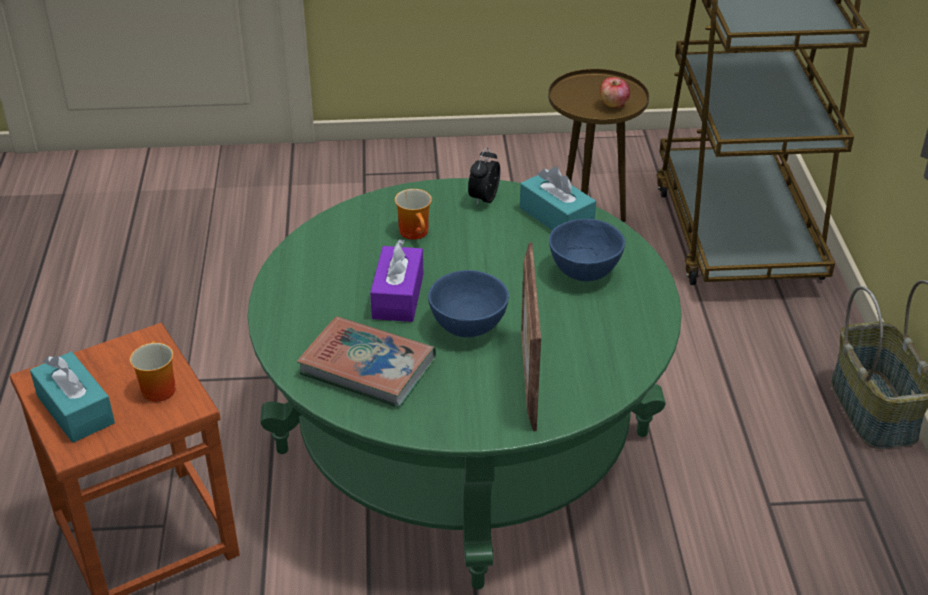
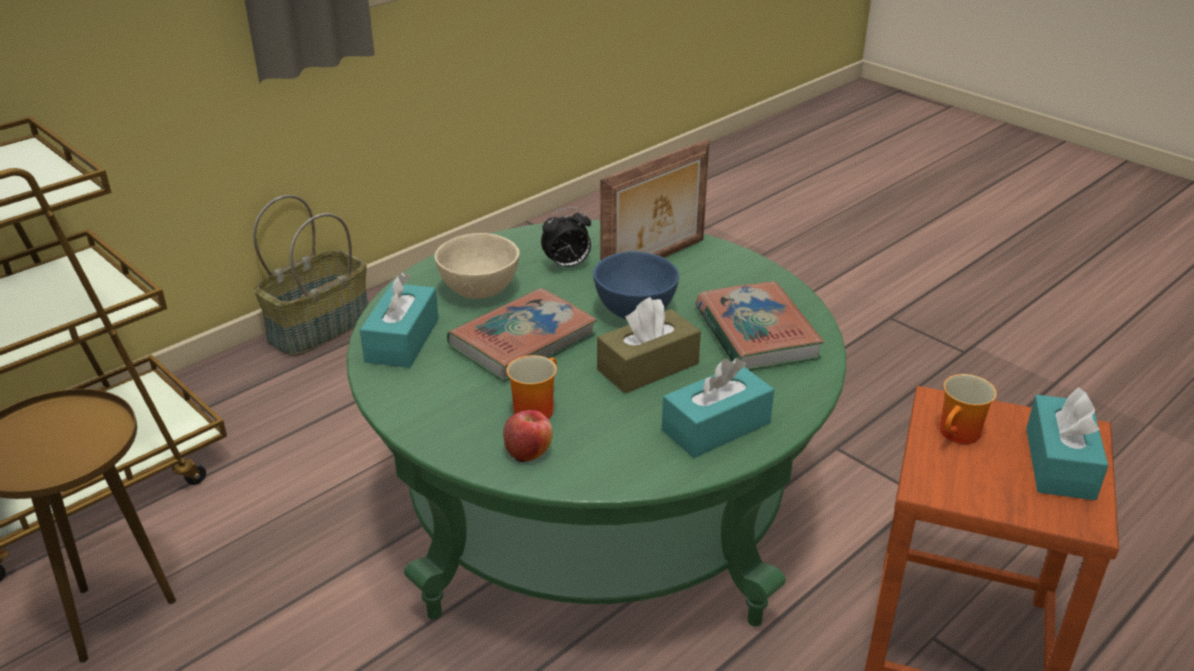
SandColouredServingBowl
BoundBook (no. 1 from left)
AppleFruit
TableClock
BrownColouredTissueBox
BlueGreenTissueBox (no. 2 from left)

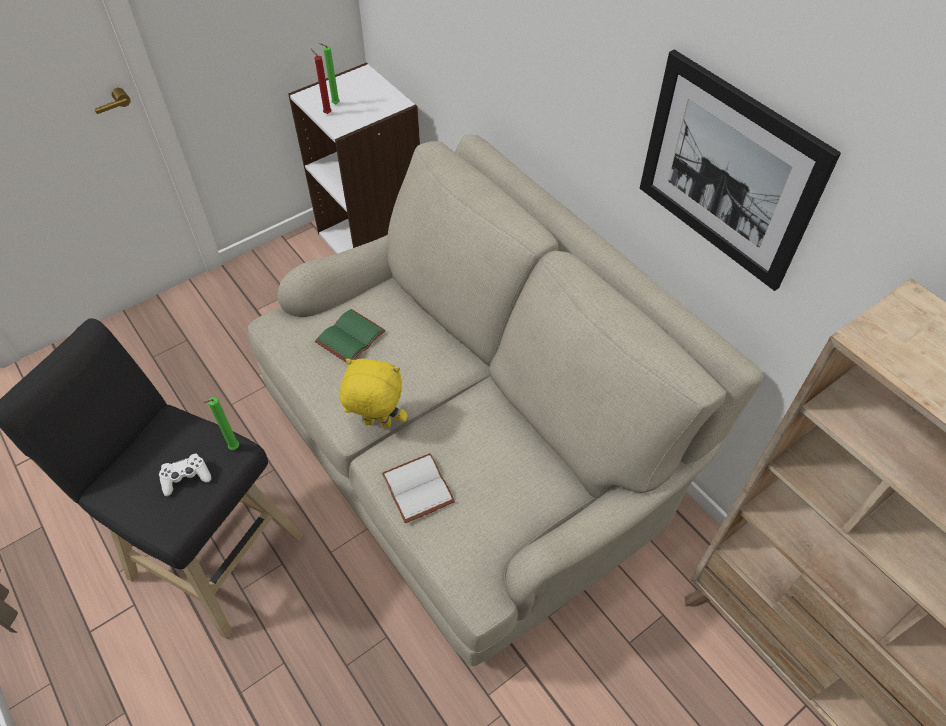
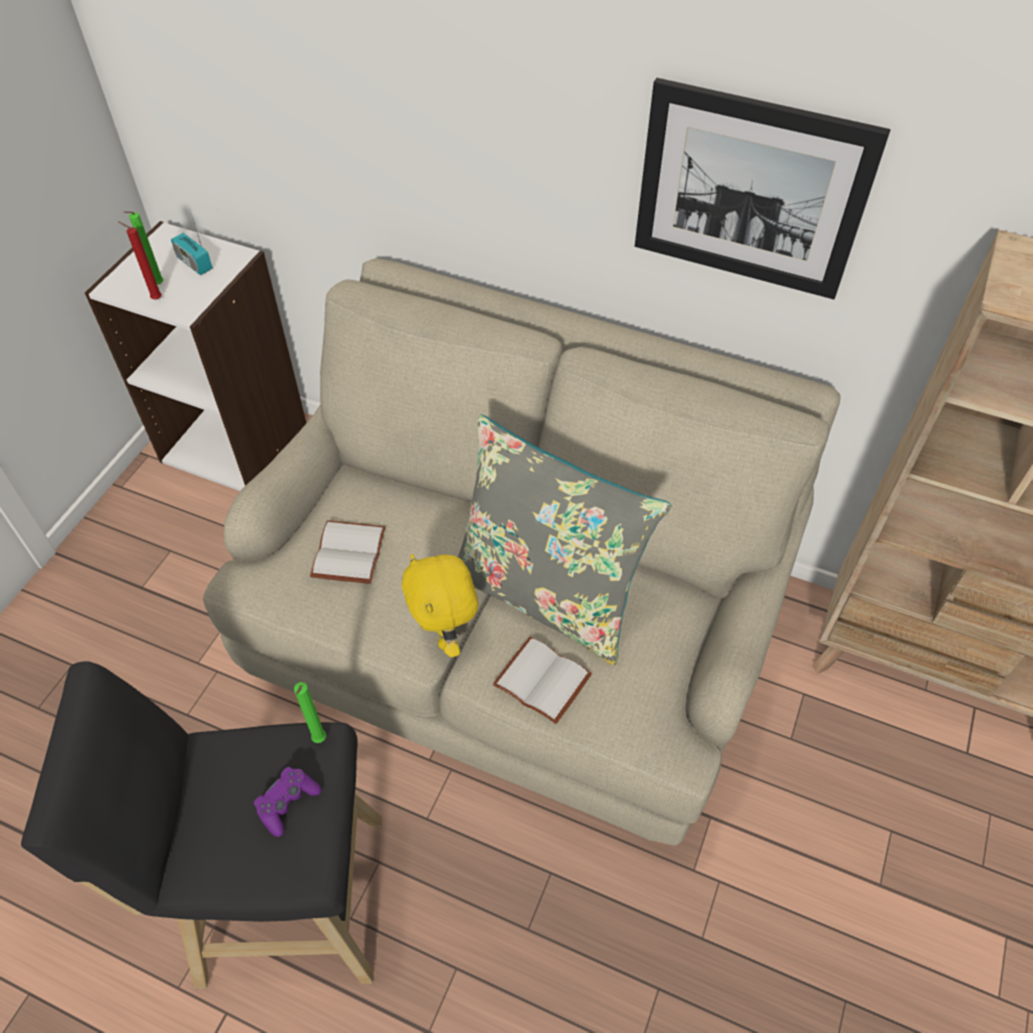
Radio
PurpleColouredGameController
WhitishBoundBook (no. 1 from left)
YellowColouredPlushToy
GreyishCushion

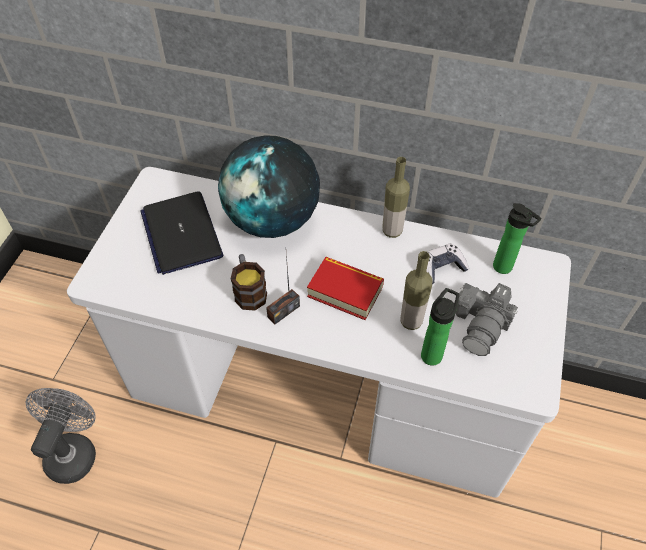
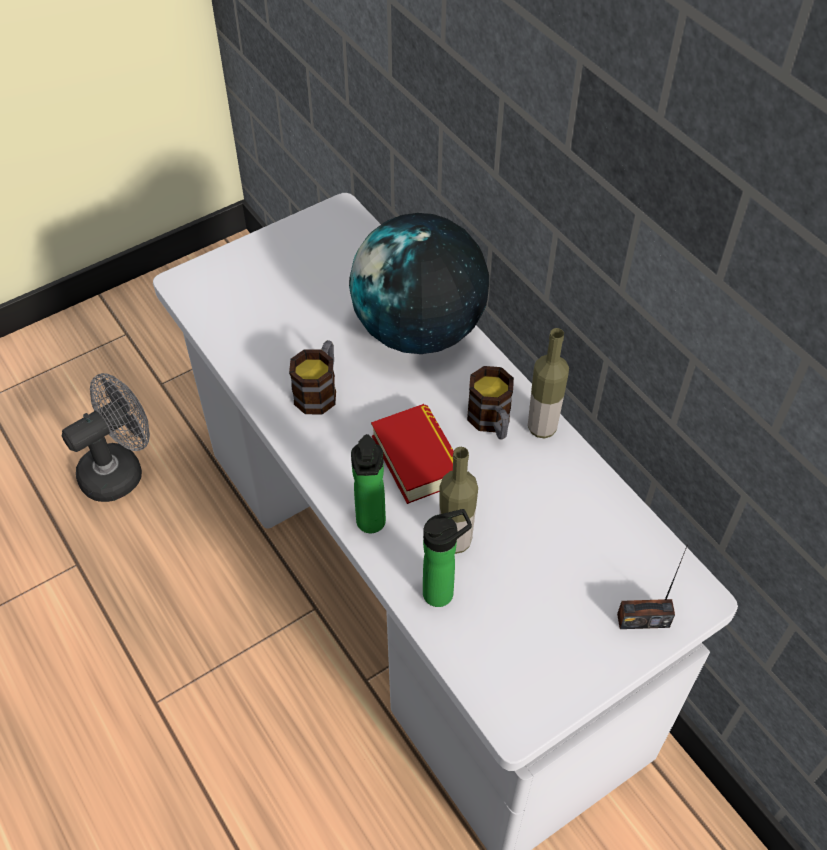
BeverageBottle (no. 1 from left)
TeaMug (no. 2 from left)
Radio
Laptop
GameController
PhotoCamera

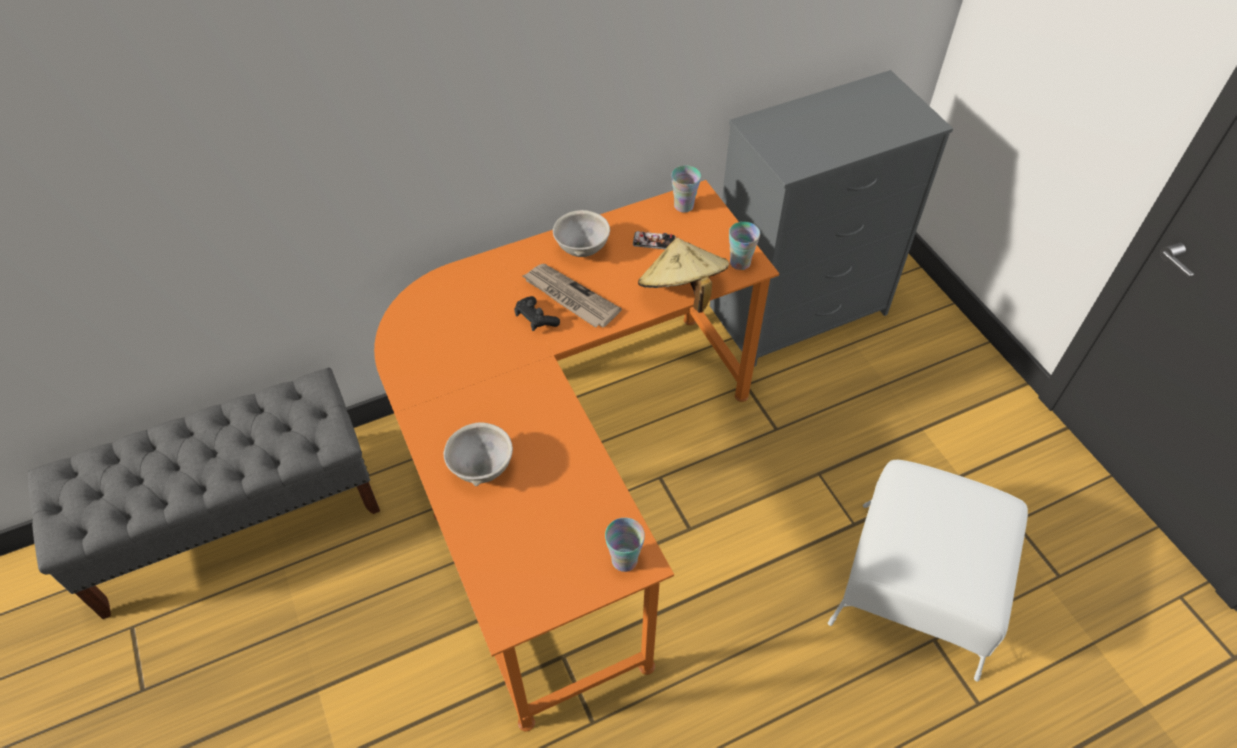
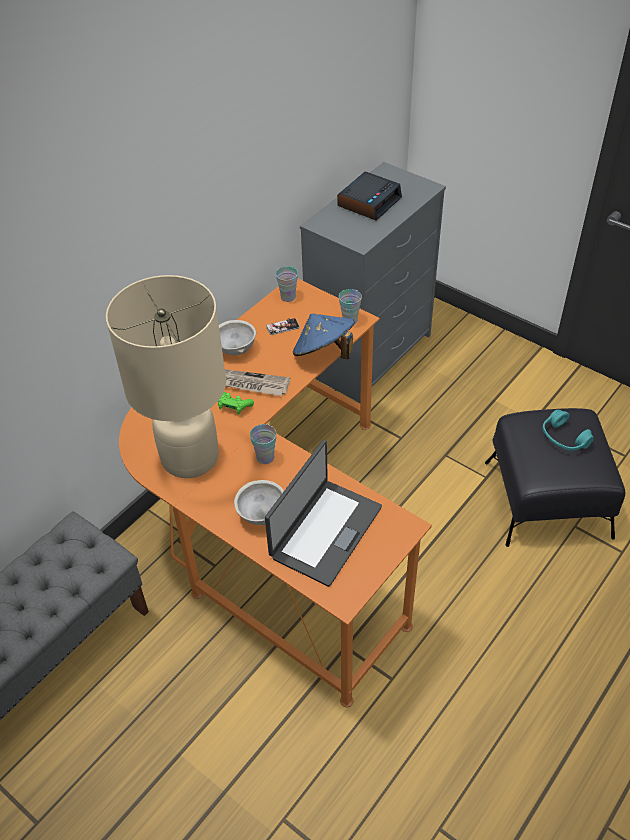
SandColouredTableLamp
GreenishGameController
Cup (no. 1 from left)
Laptop
BlueHat
TableClock
BlackPouffe
BlueGreenHeadset

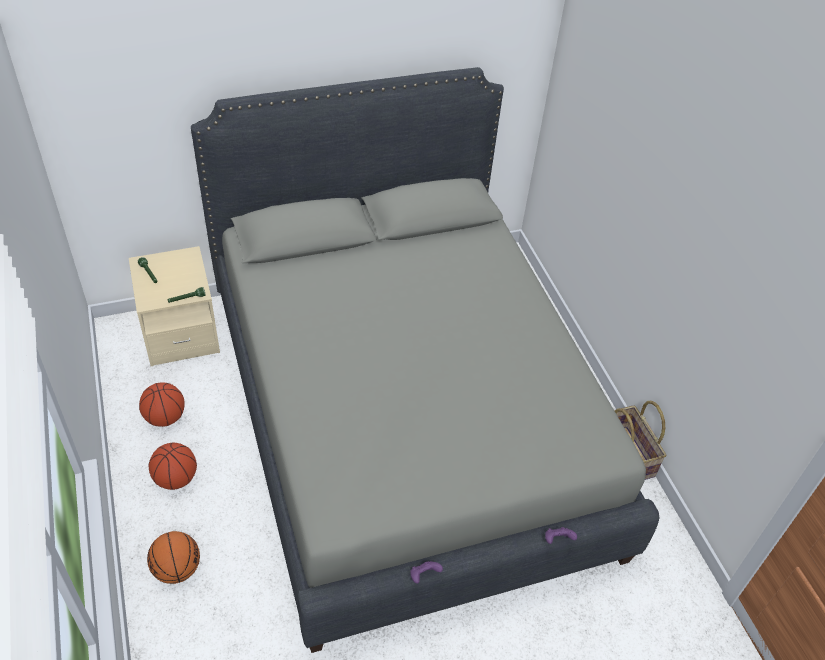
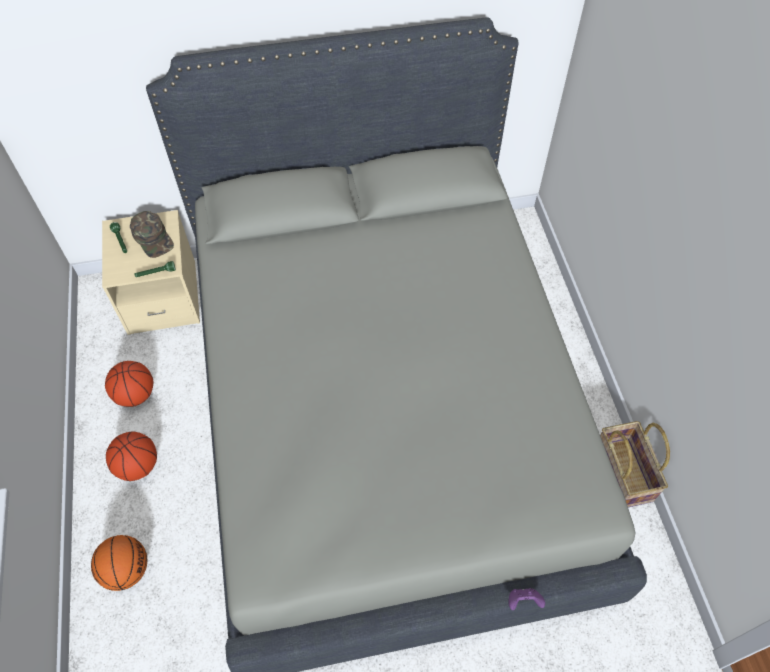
GreenishBaseballCap
PurpleColouredGameController (no. 1 from left in the first image)

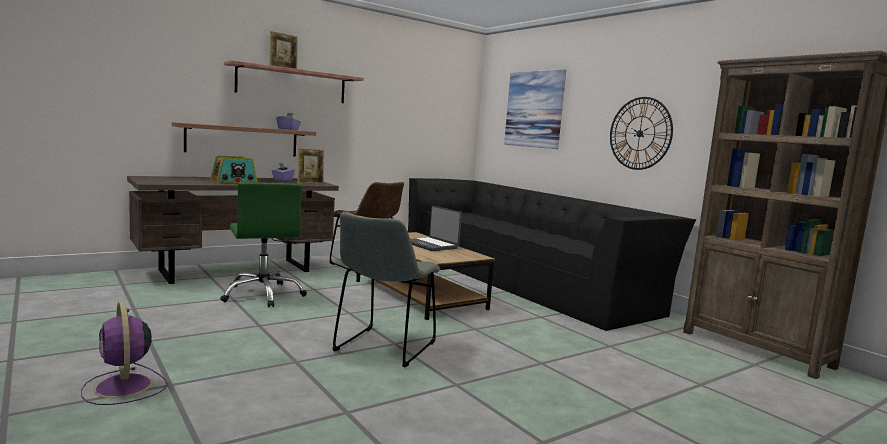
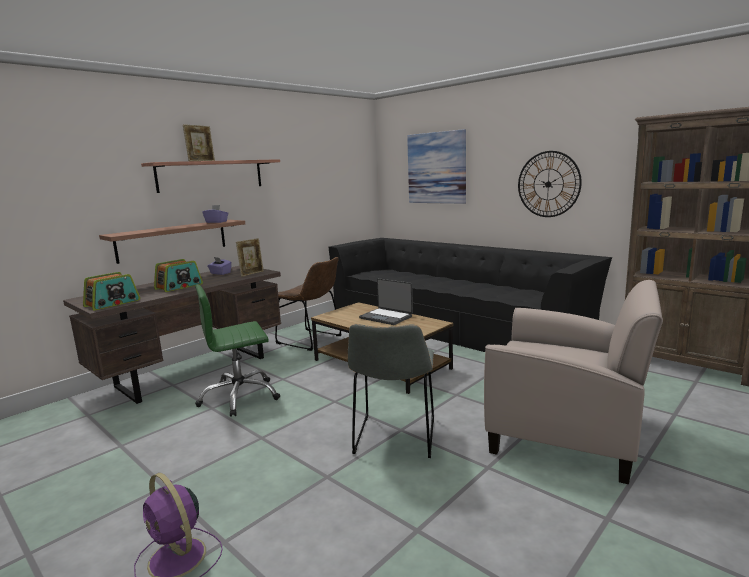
Radio (no. 1 from left)
GreenishComputerChair
SandColouredLoungeChair

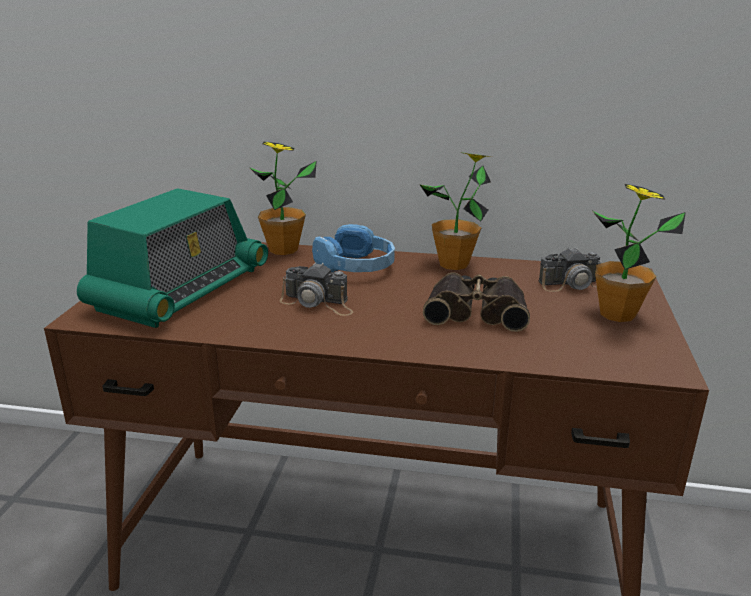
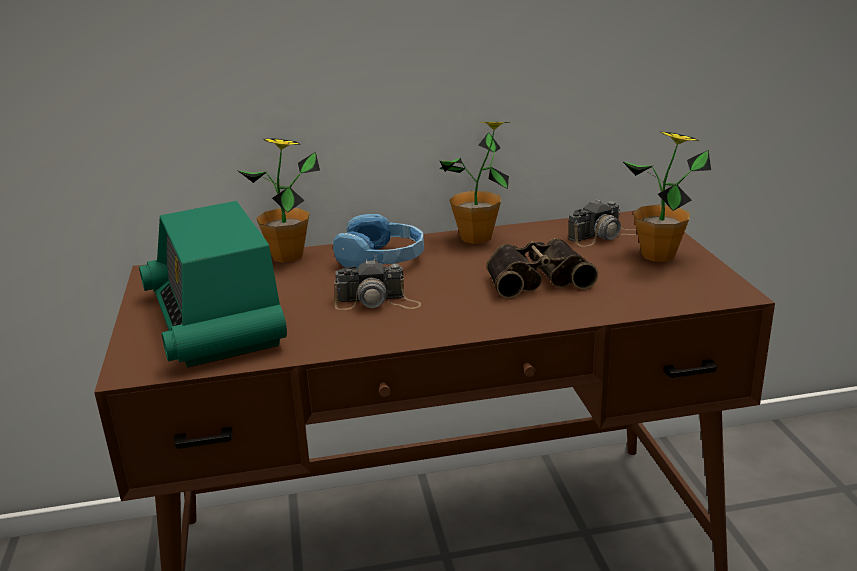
Radio

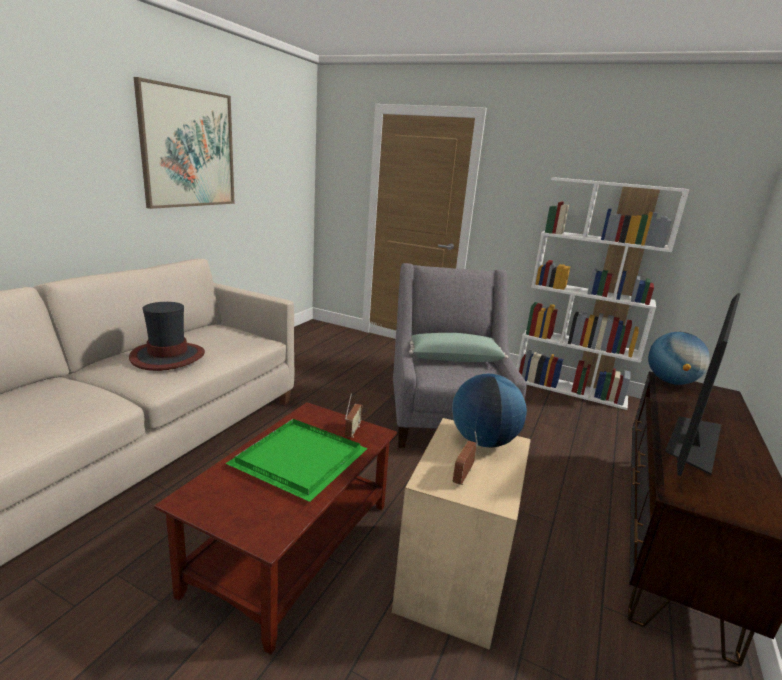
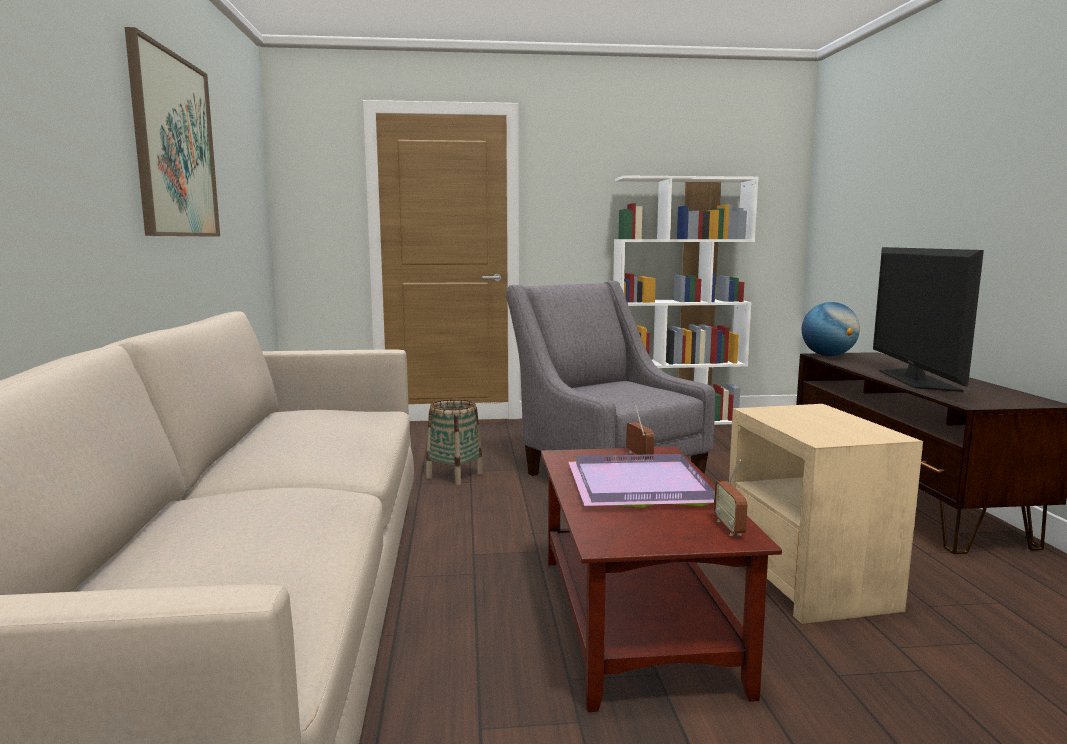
HouseholdBasket
PurpleColouredCarryingTray
Radio (no. 2 from left)
Hat
GreenishCushion
Globe (no. 1 from left in the first image)

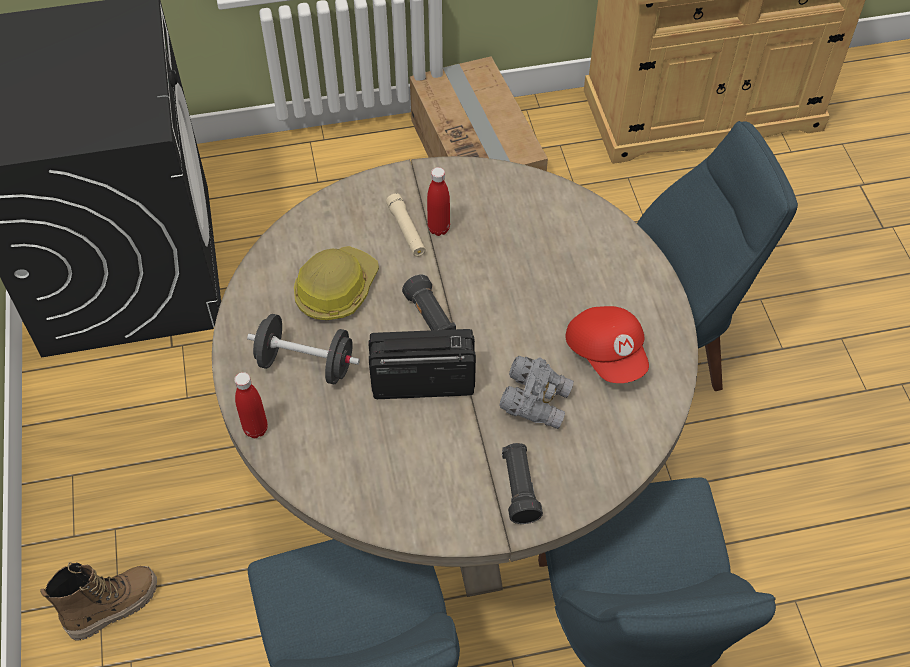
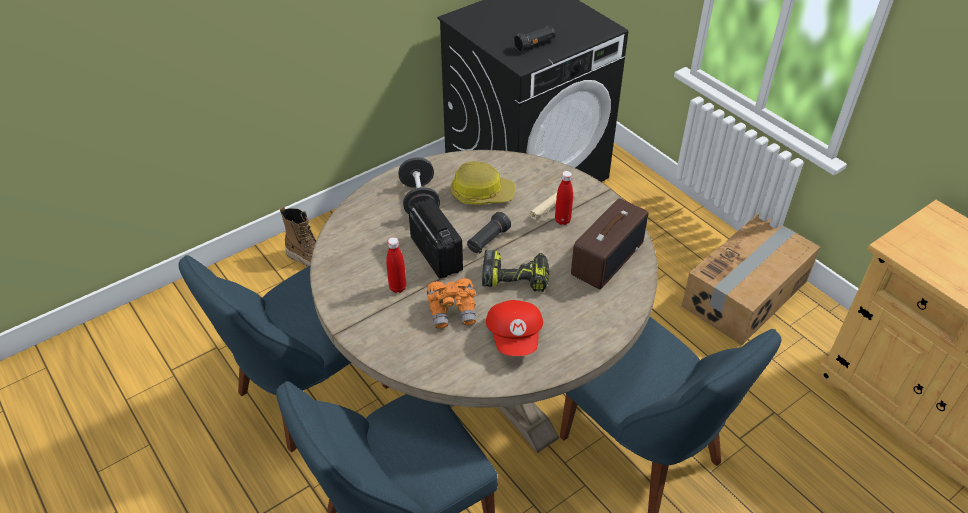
RedColouredBeverageBottle (no. 1 from left)
OrangeyFieldGlasses
PowerDrill
RedColouredBaseballCap
BlackHandTorch (no. 2 from left)
Radio (no. 2 from left)

